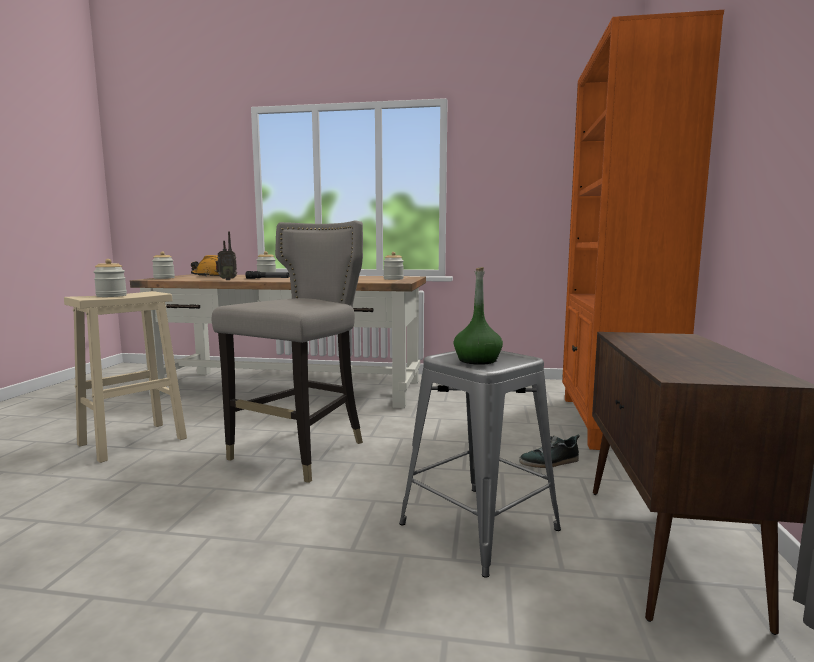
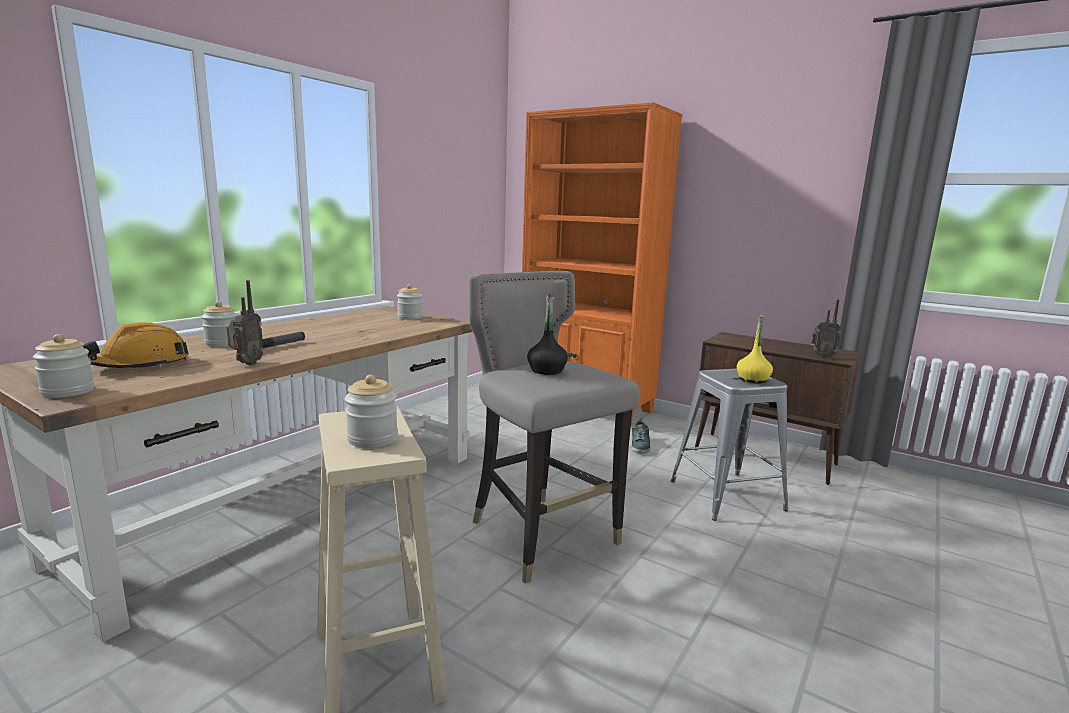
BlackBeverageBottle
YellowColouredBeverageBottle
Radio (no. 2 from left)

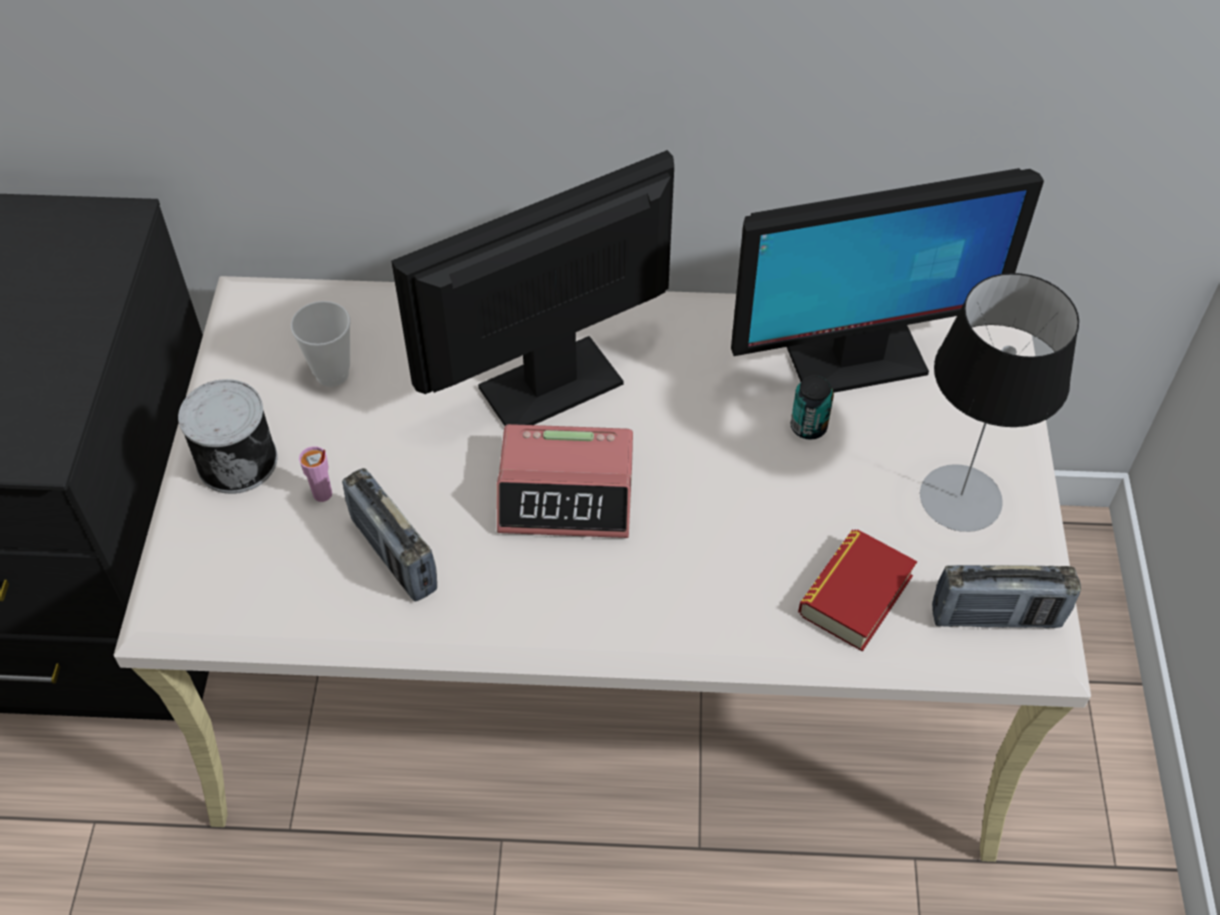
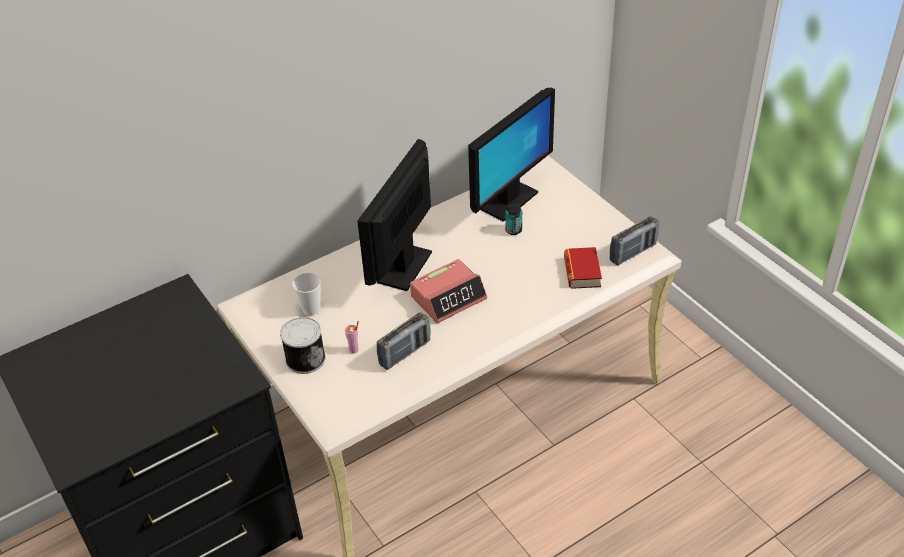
Radio (no. 1 from left)
TableLamp

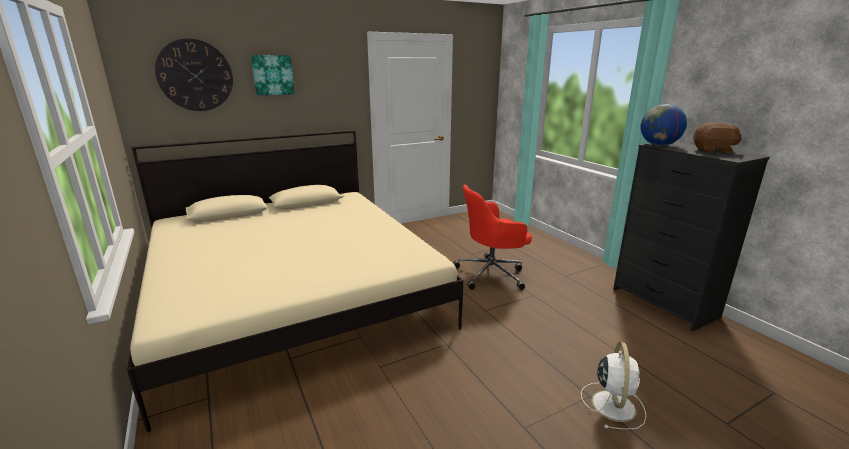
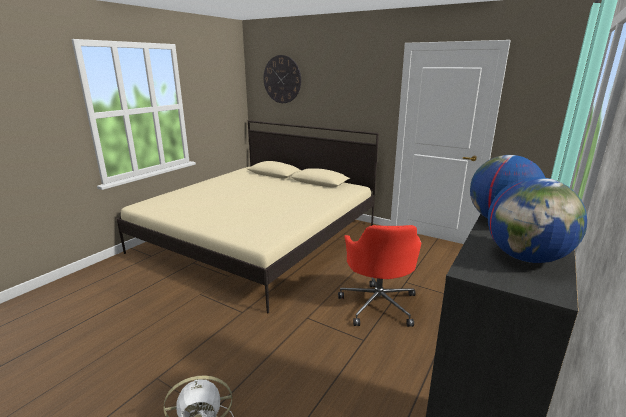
RedColouredComputerChair
Globe (no. 2 from left)
WallPicture

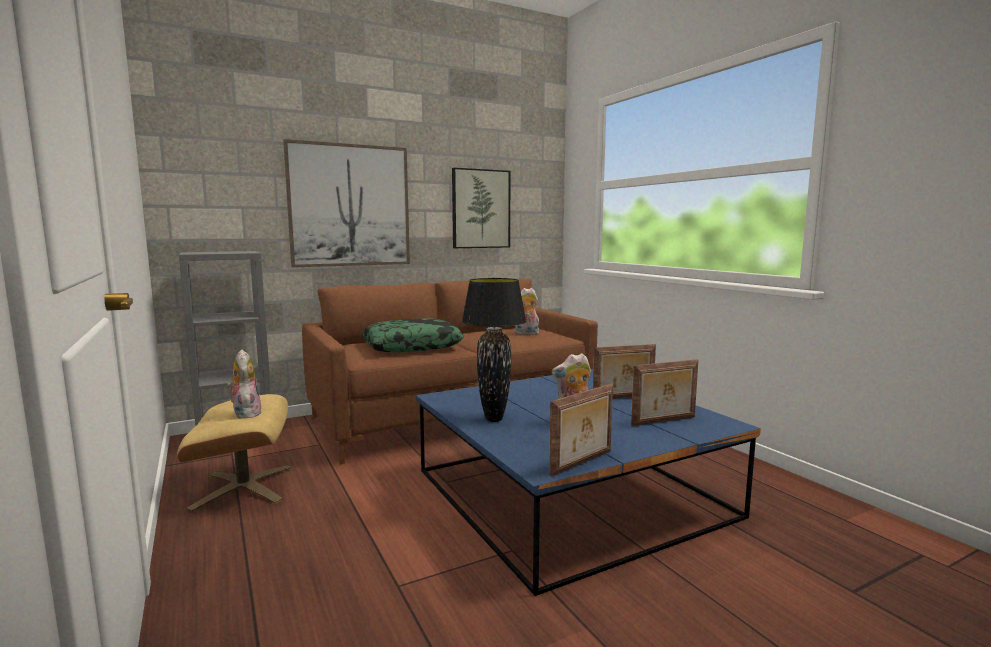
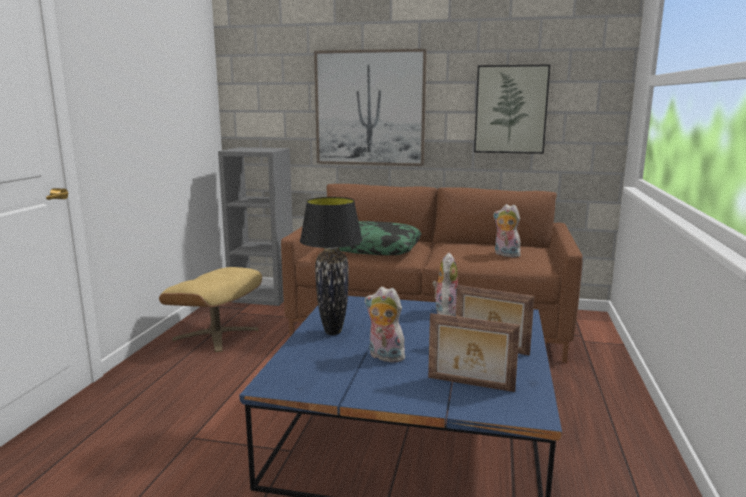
PlushToy (no. 2 from left)
StandingFrame (no. 1 from left in the first image)

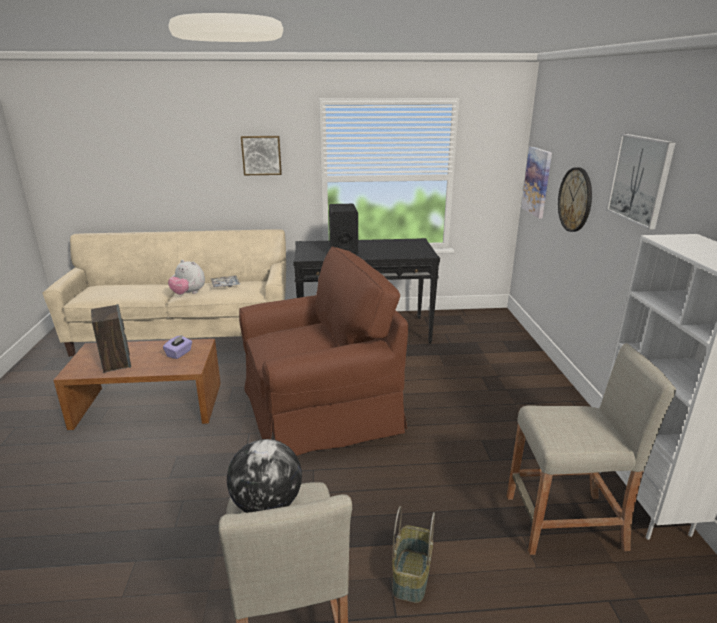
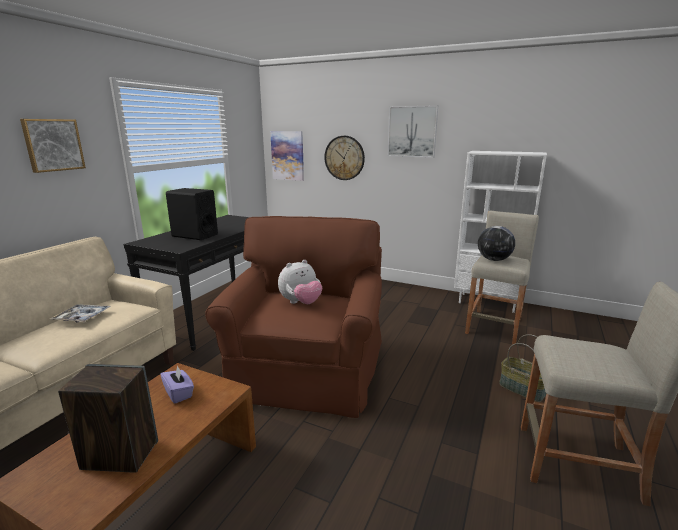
PlushToy
Globe

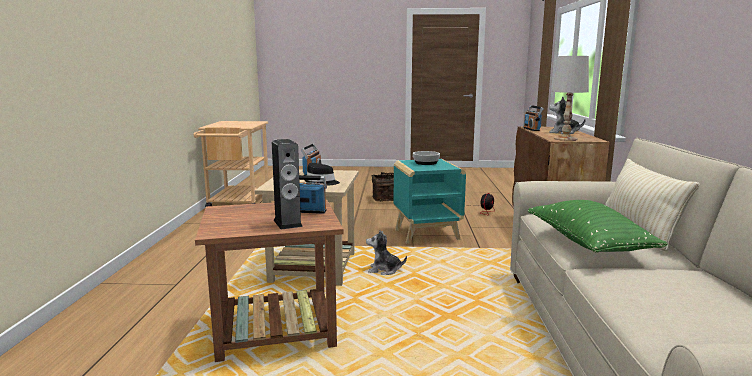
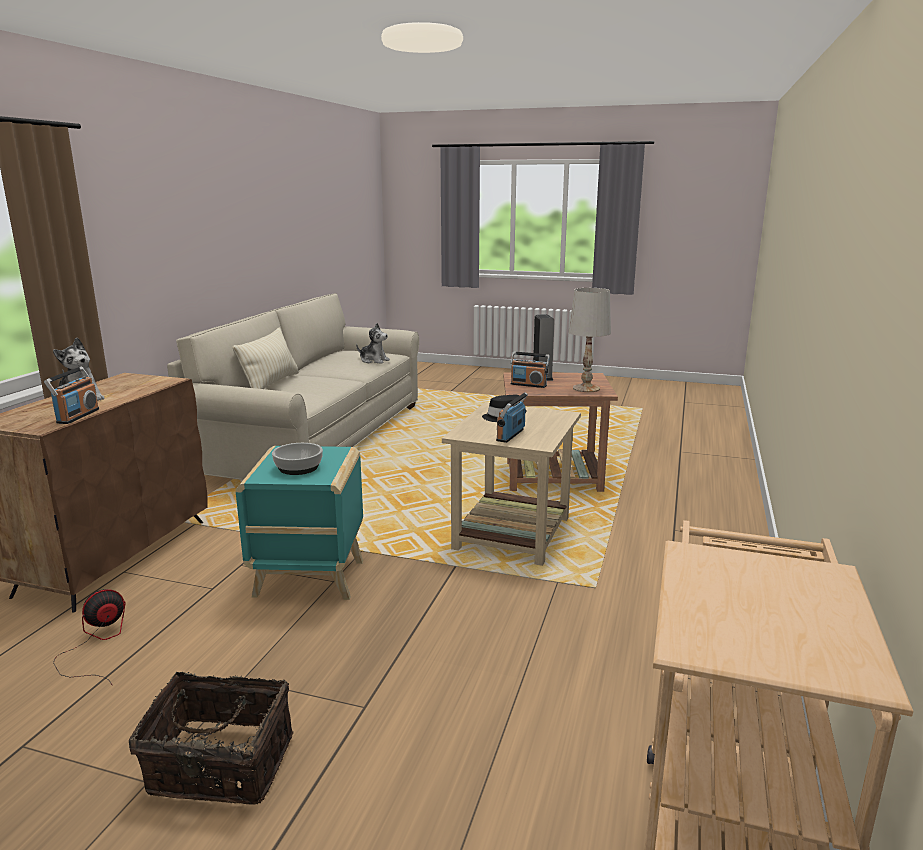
PlushToy (no. 2 from left)
WhitishTableLamp
GreenishCushion

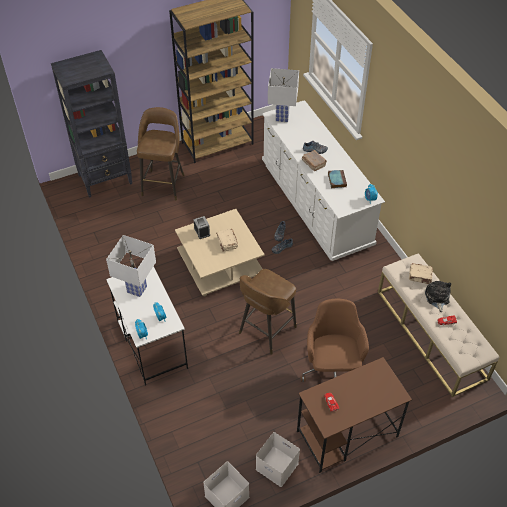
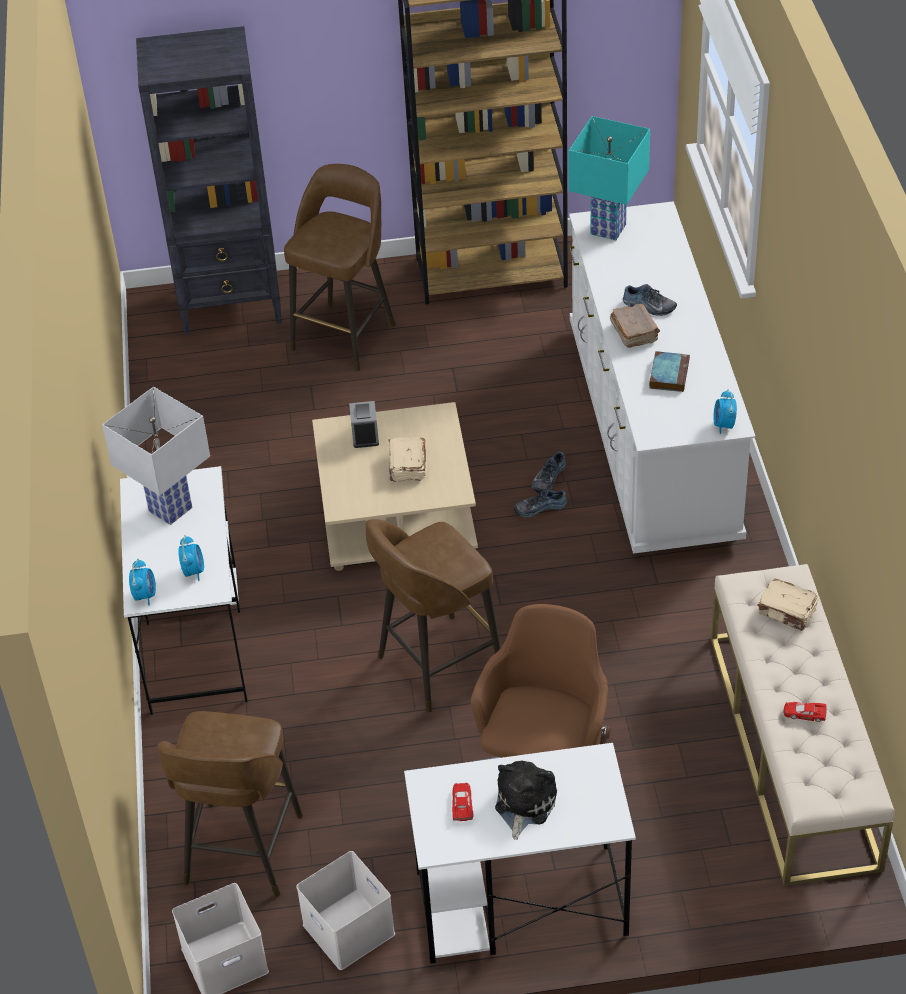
BrownColouredStoolSeat (no. 1 from left)
WhitishDeskUnit (no. 2 from left)
PlushToy
BlueGreenTableLamp

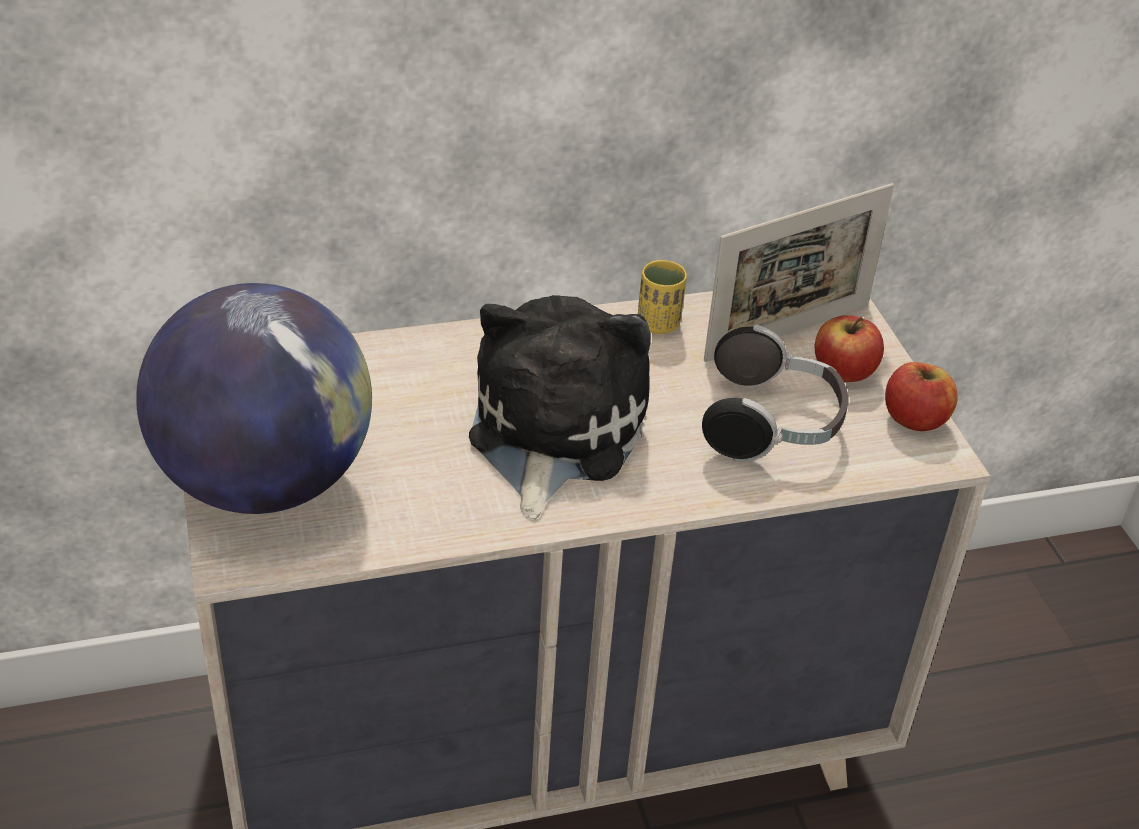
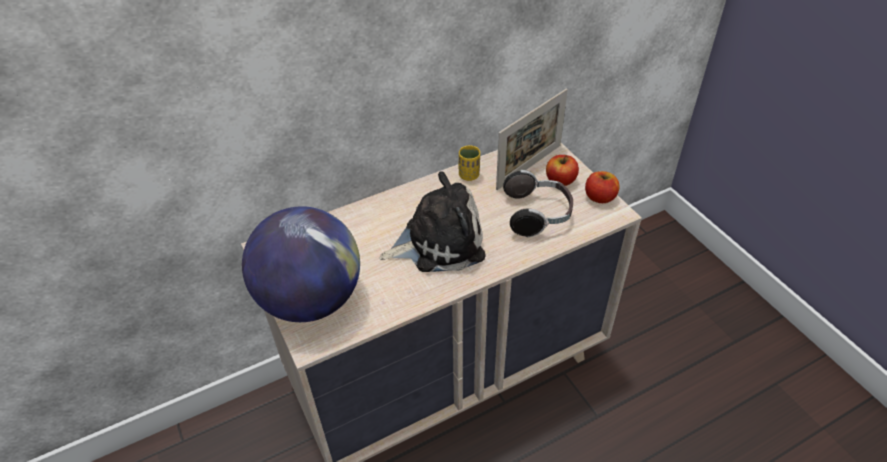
PlushToy

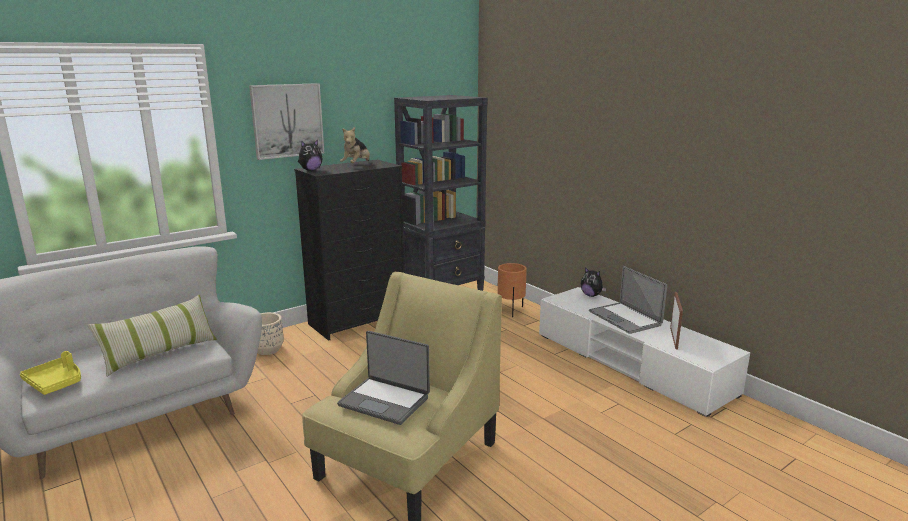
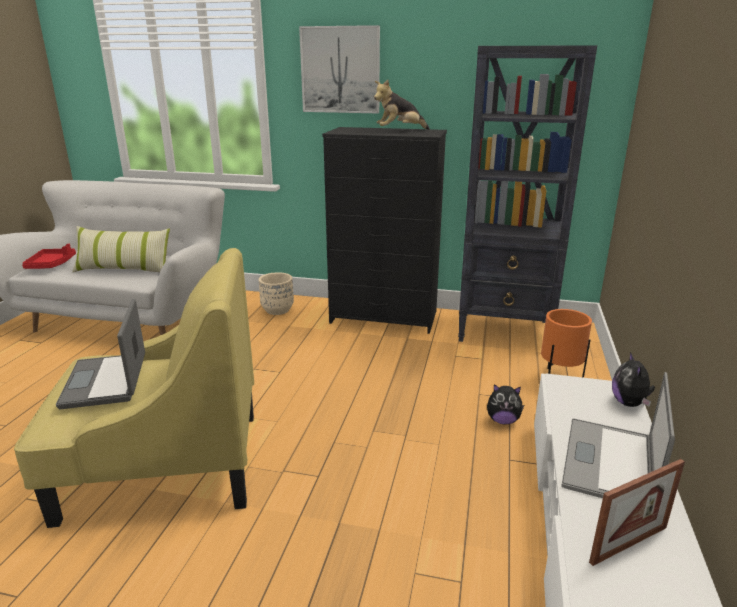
RedColouredCarryingTray
PlushToy (no. 2 from left)

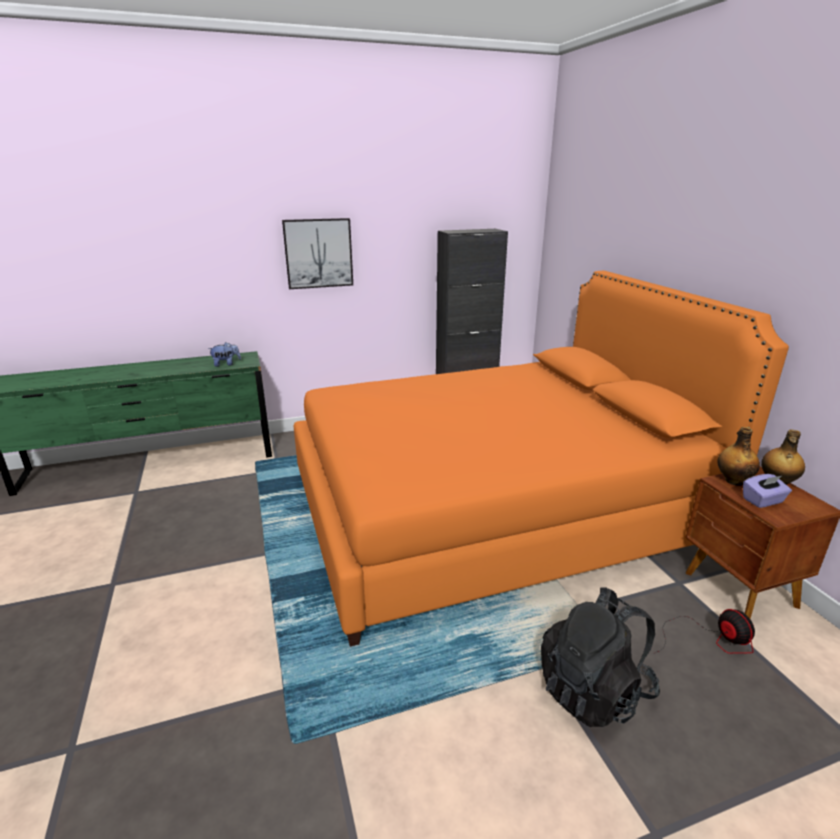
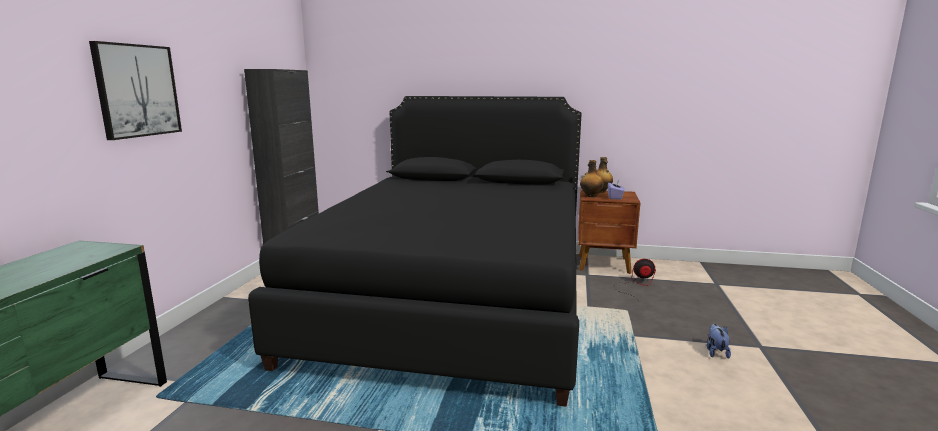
BlackBedroomBed
PlushToy
BlackRucksack

